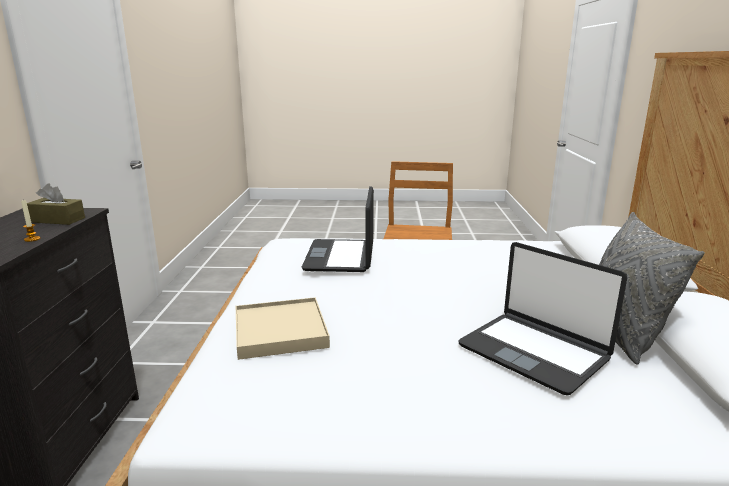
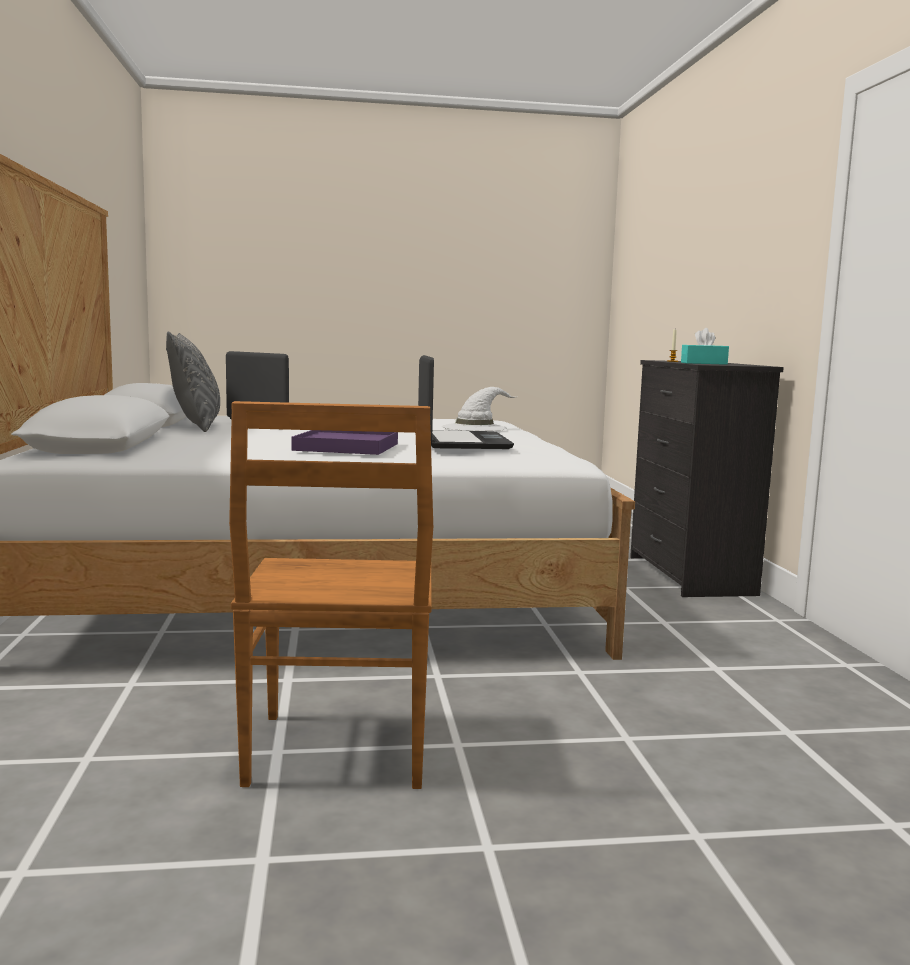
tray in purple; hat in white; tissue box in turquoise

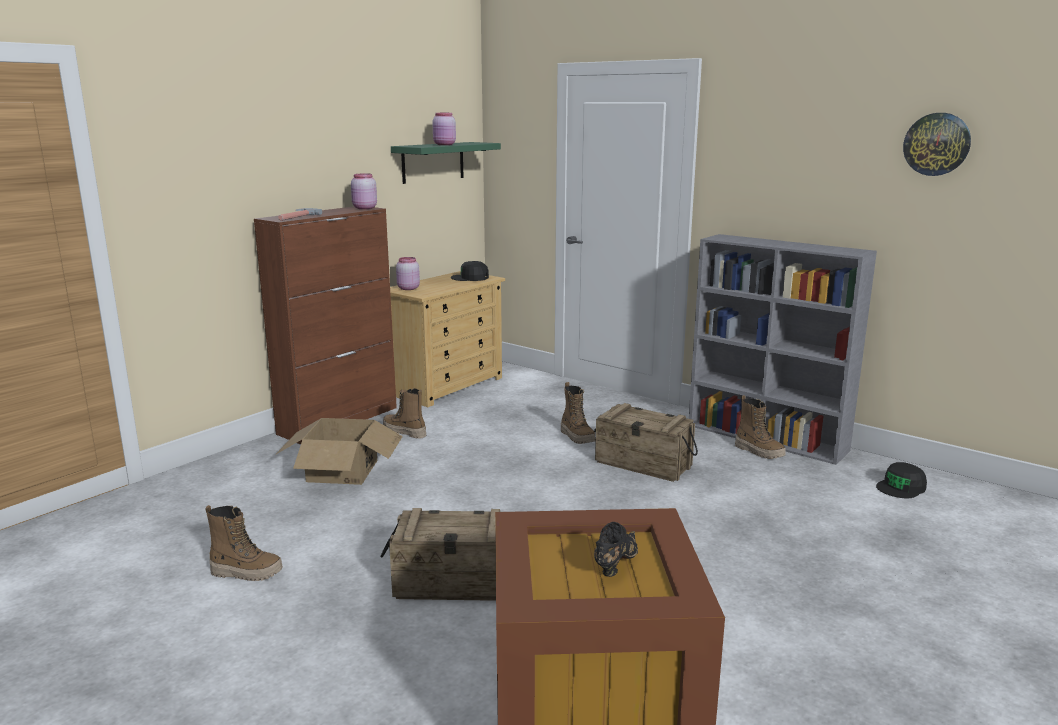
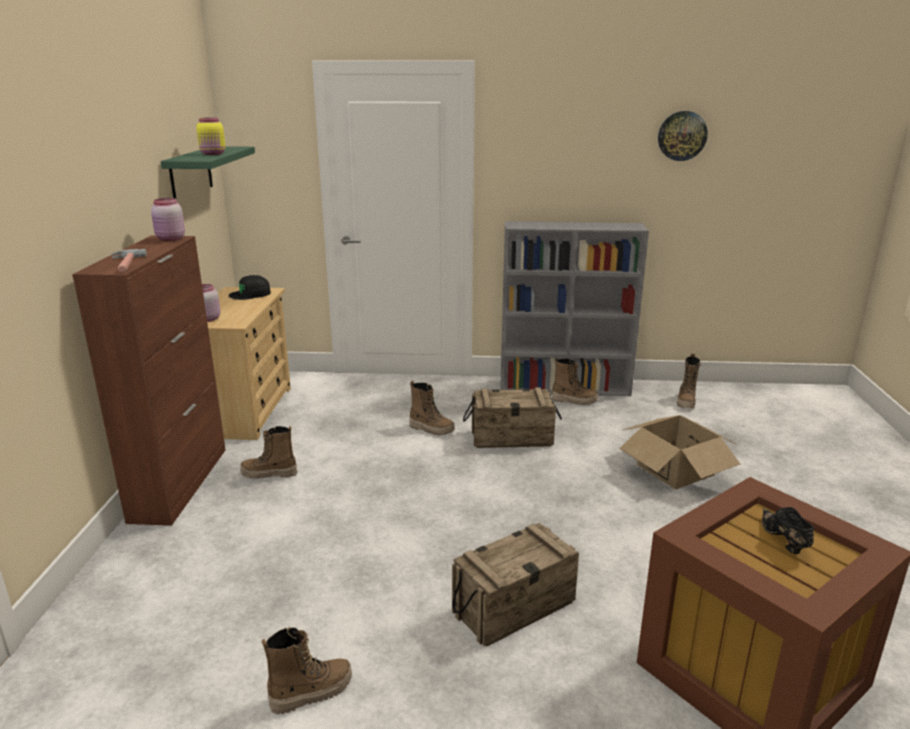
cardboard box; boot (5th from left); jar in yellow

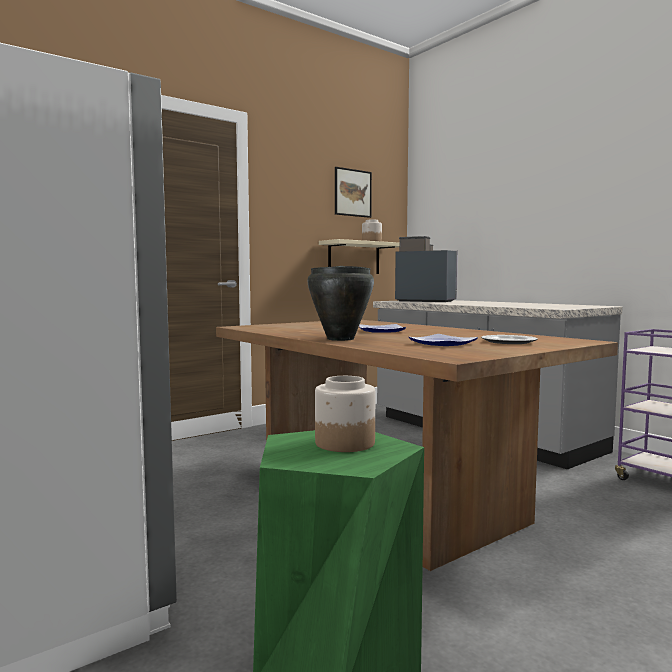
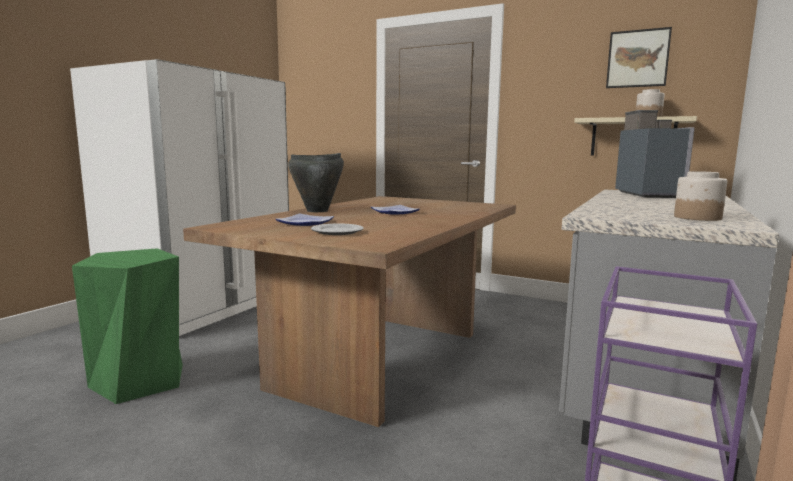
jar (2nd from left)

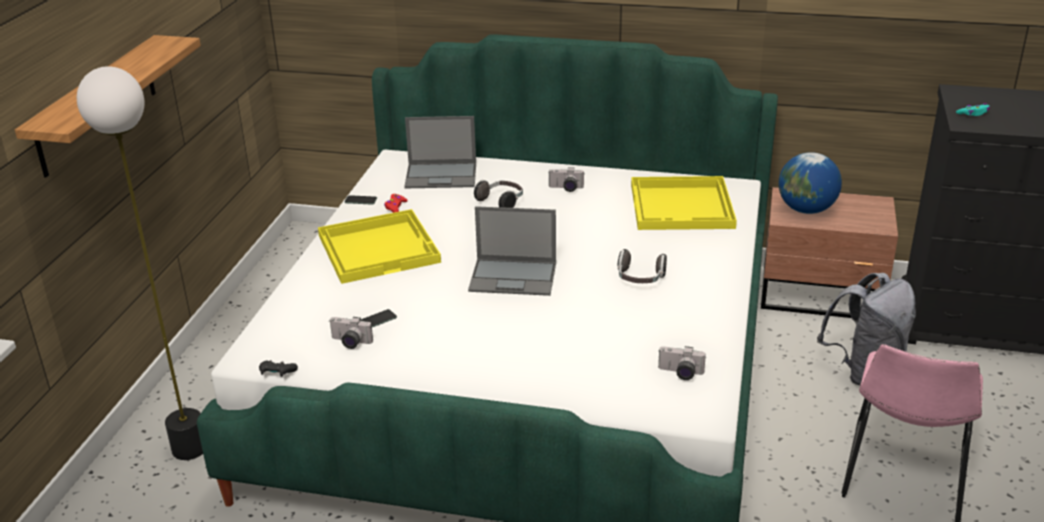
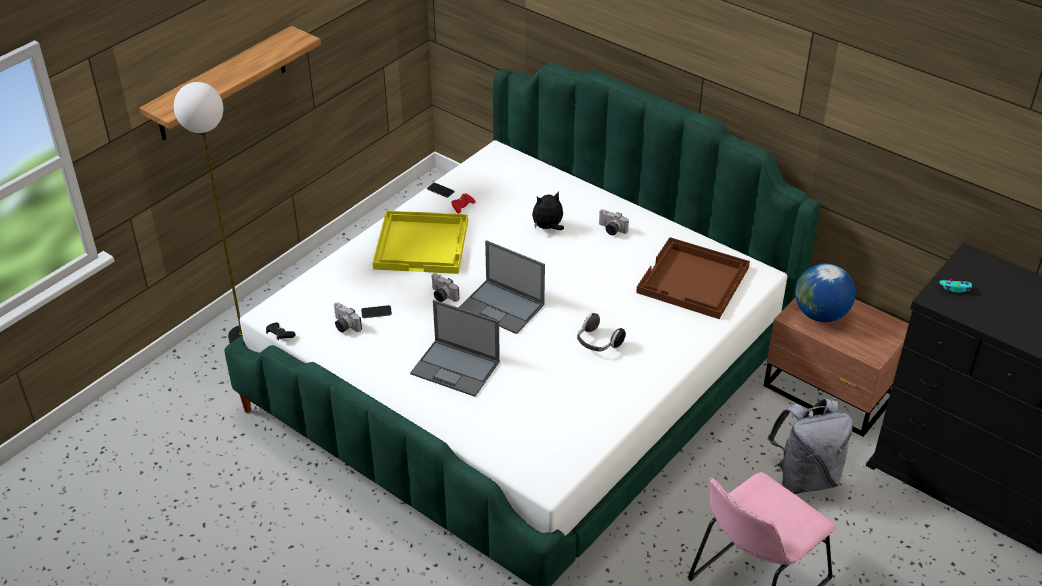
laptop (1st from left); photo camera (2nd from left); plush toy; tray in brown

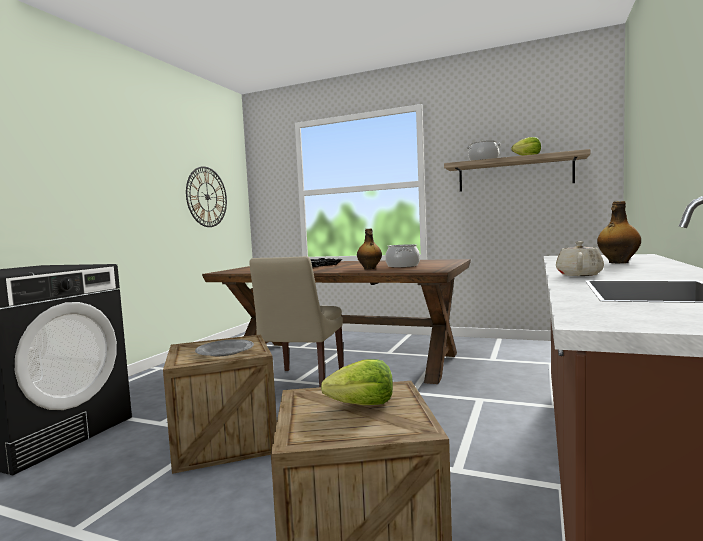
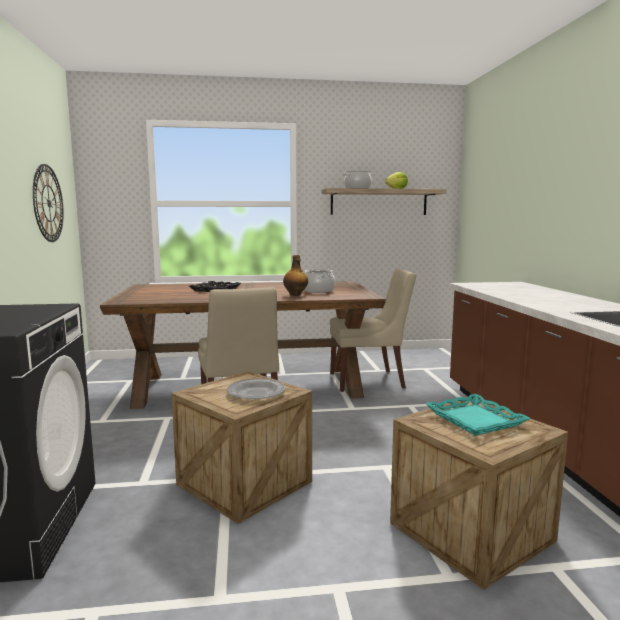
teapot in beige; bottle (2nd from left in the first image); chair in beige (2nd from left); tray in turquoise

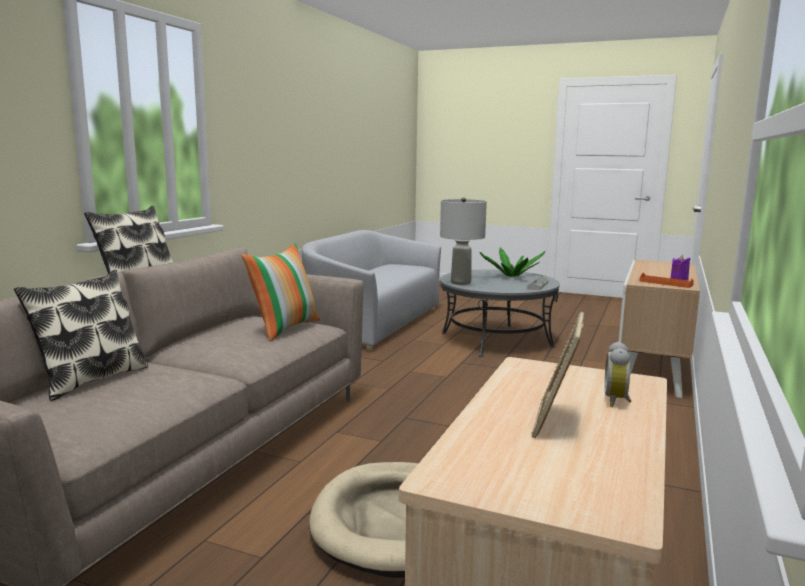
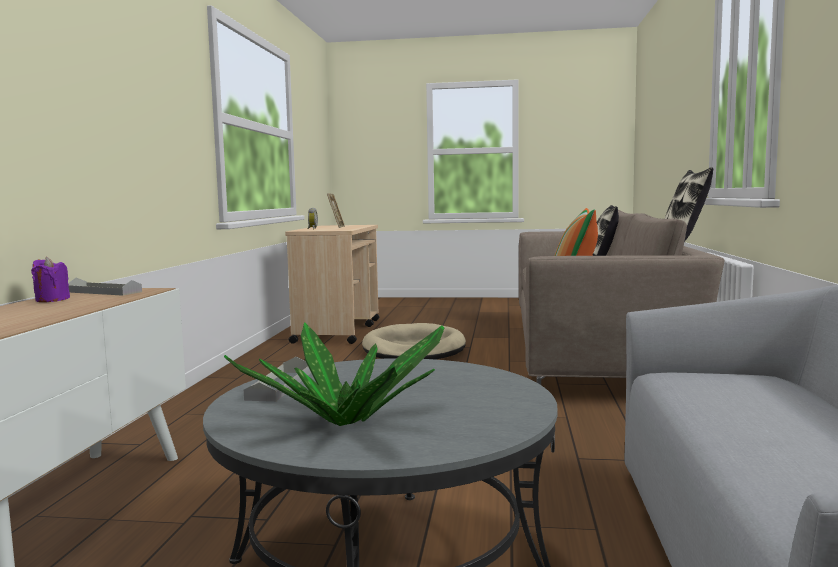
table lamp in grey; tray in grey (1st from left)

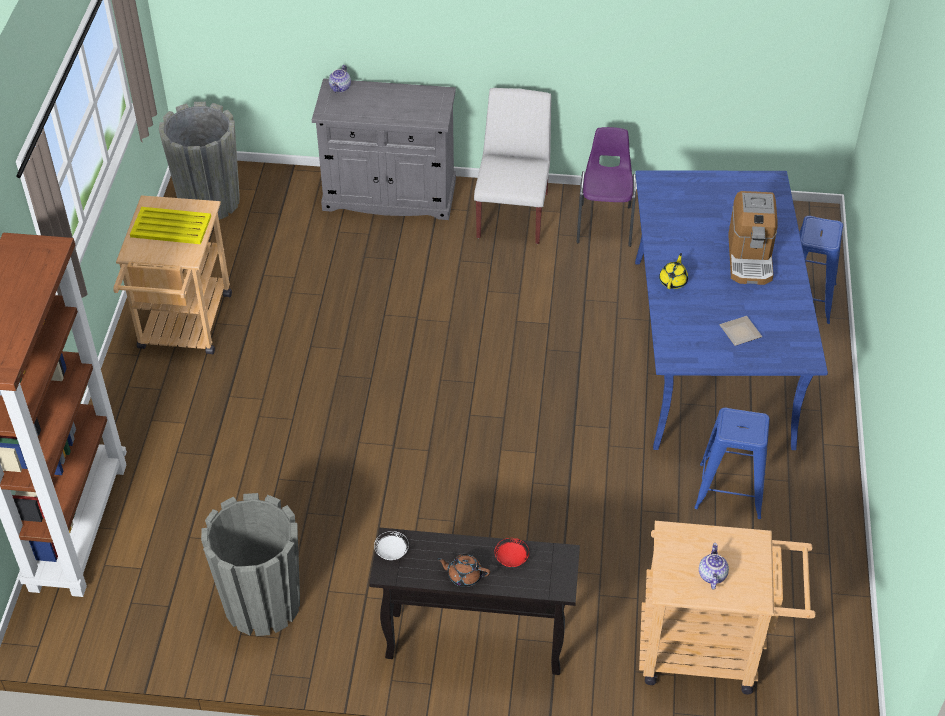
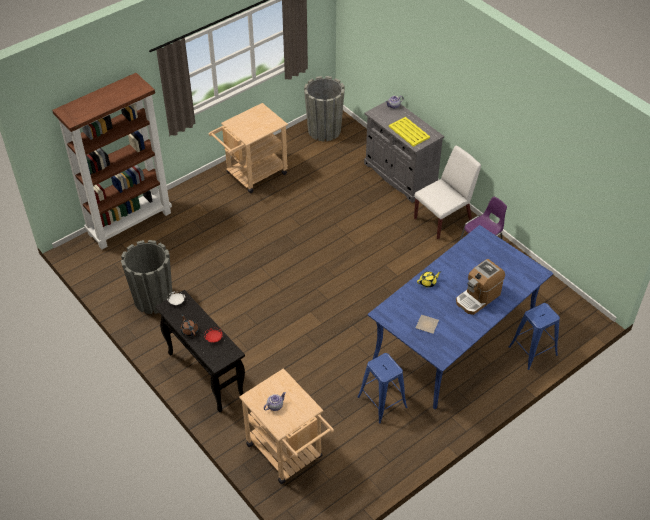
tray in yellow

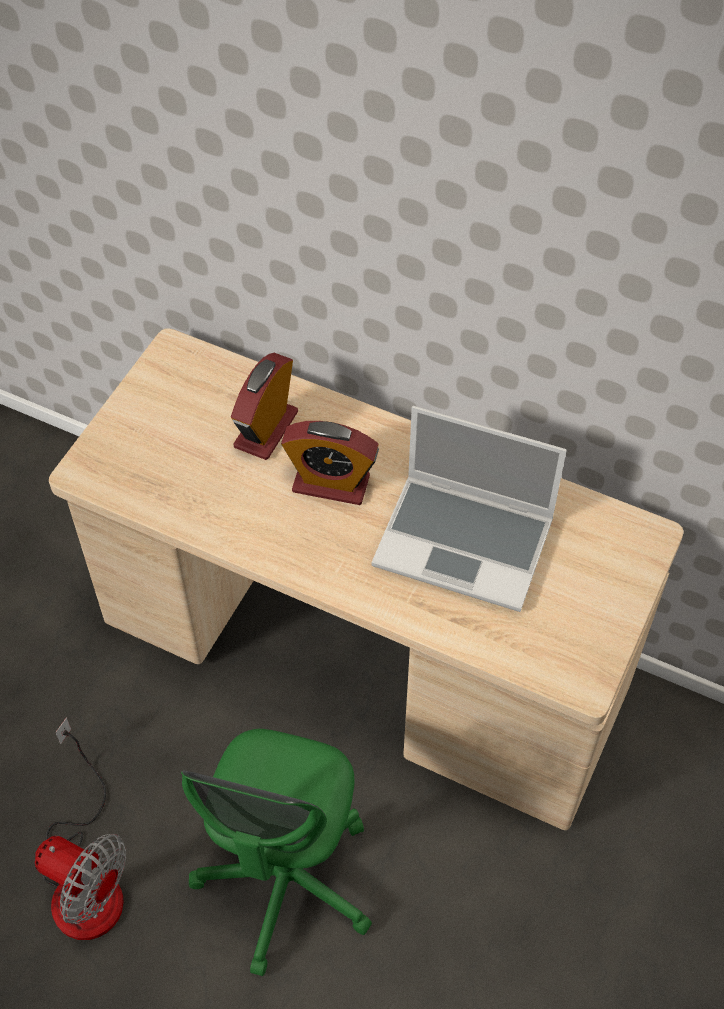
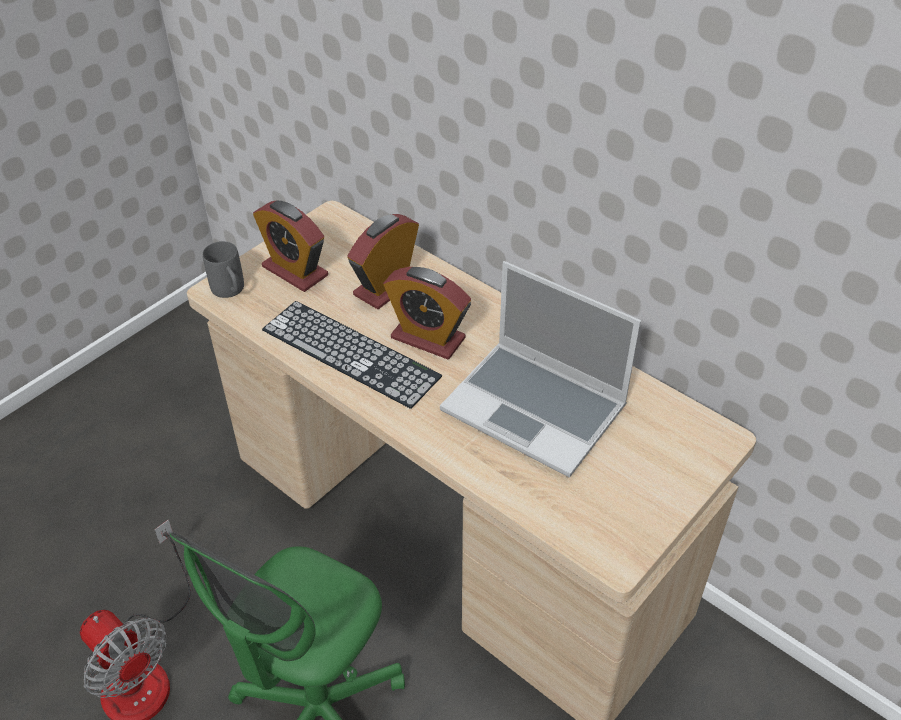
mug in grey; alarm clock (1st from left); keyboard

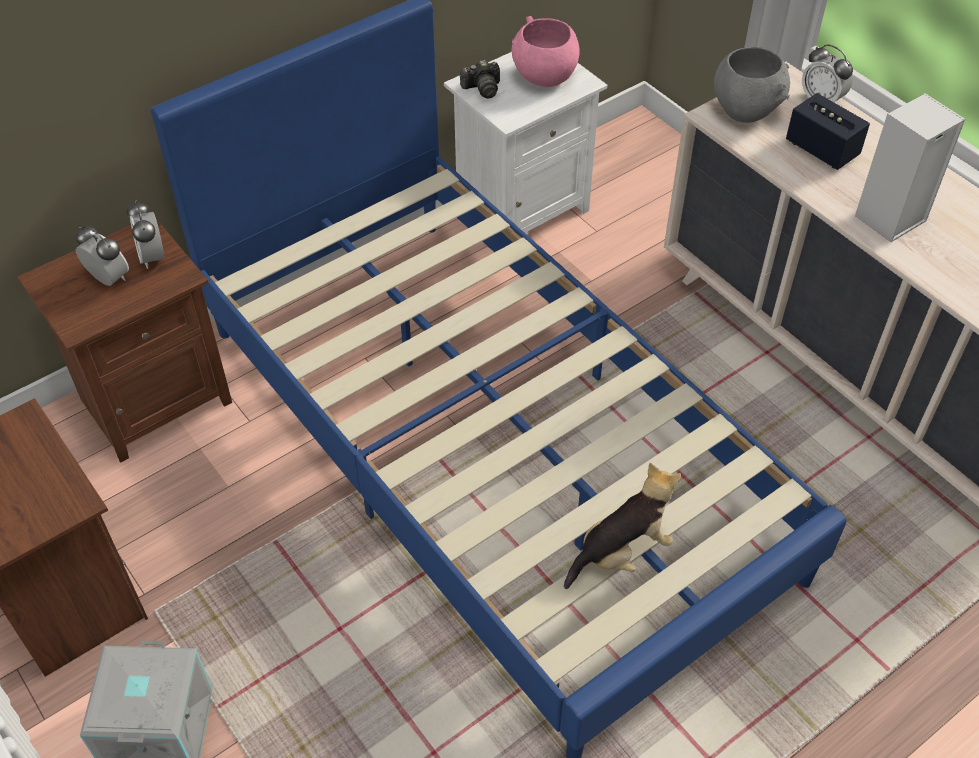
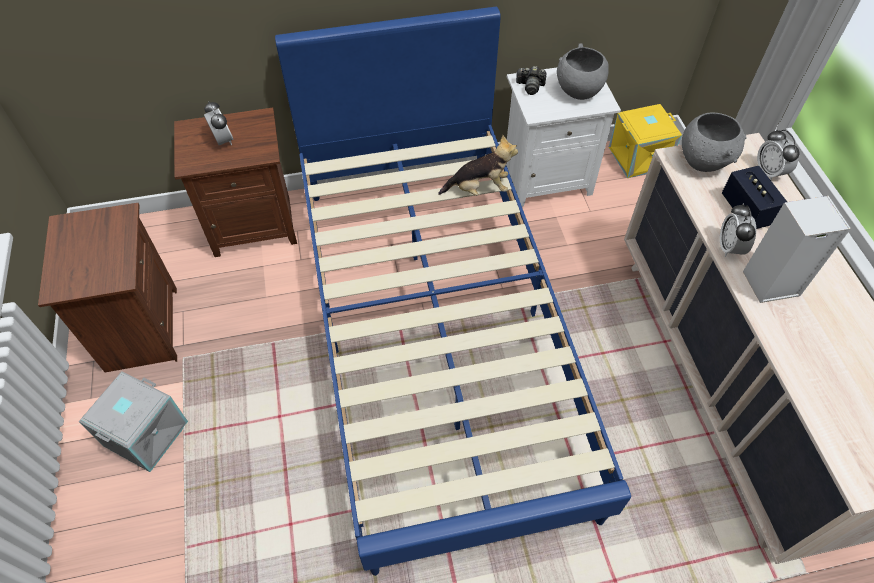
storage box in yellow; alarm clock (2nd from left); plush toy; bowl in grey (1st from left)

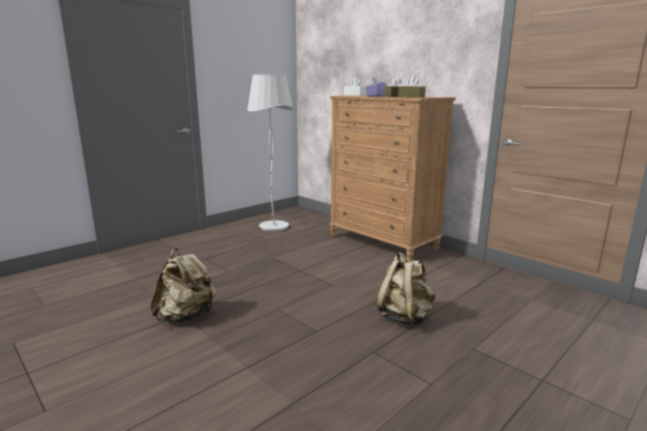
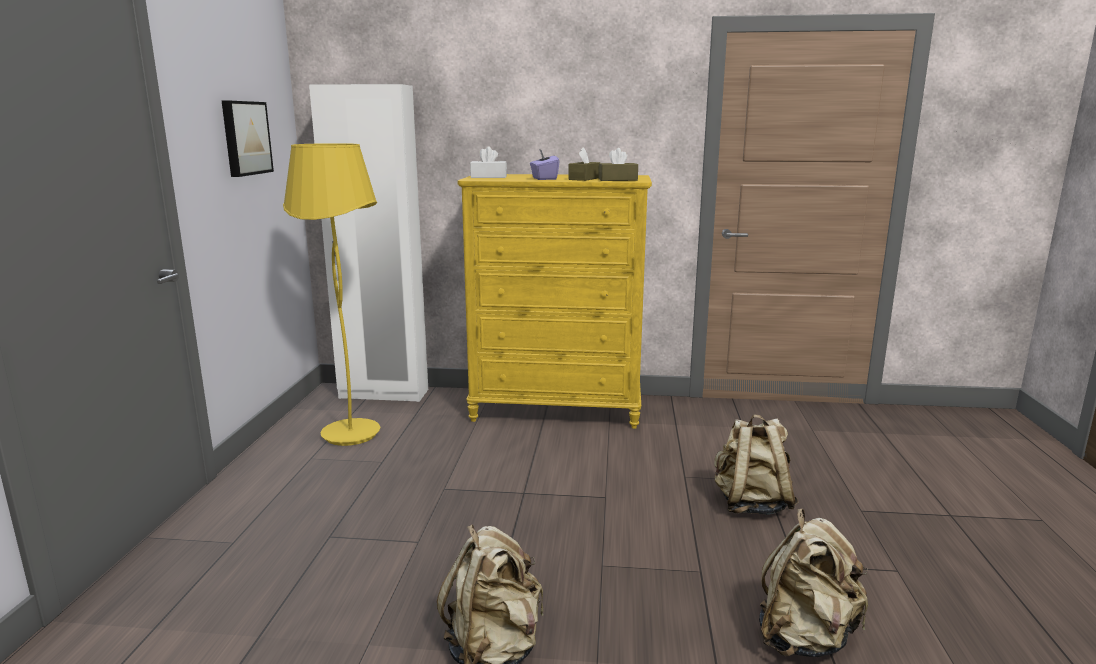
picture; wardrobe in white; backpack in beige (3rd from left); floor lamp in yellow; dresser in yellow

